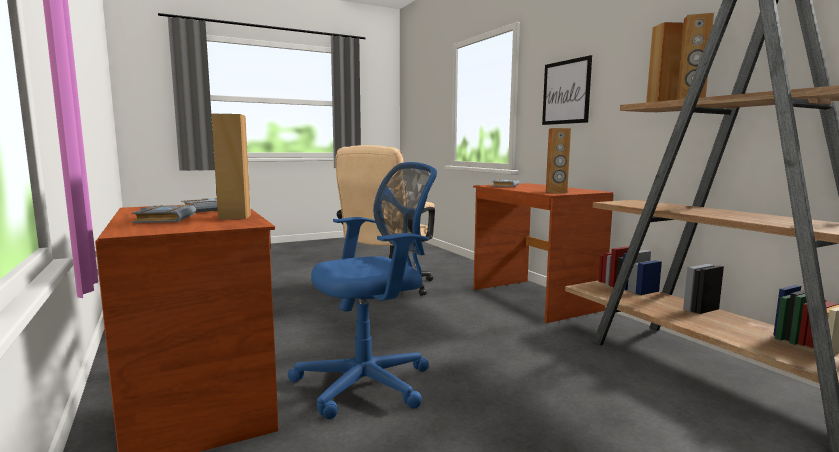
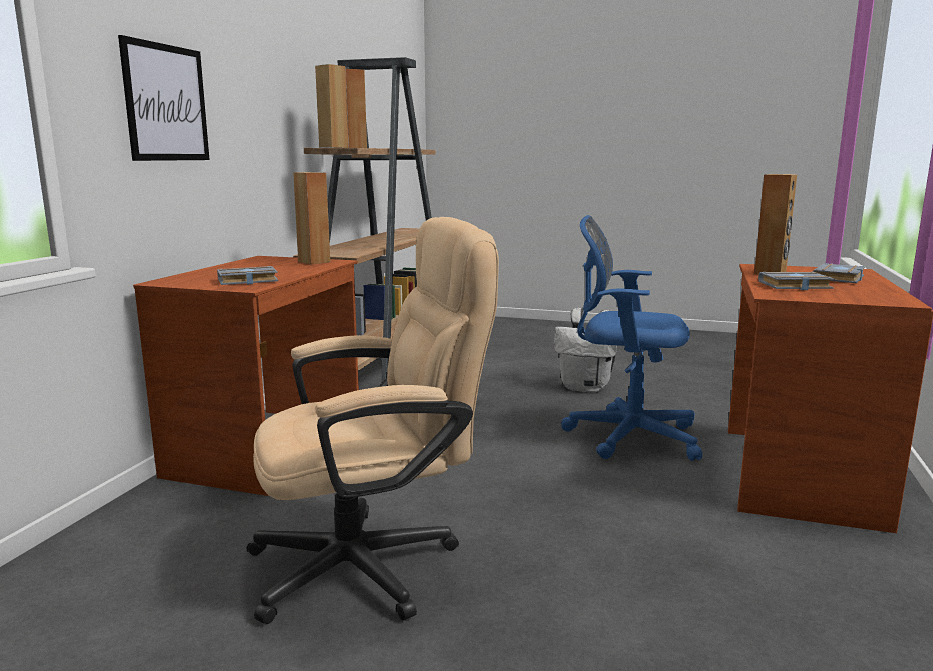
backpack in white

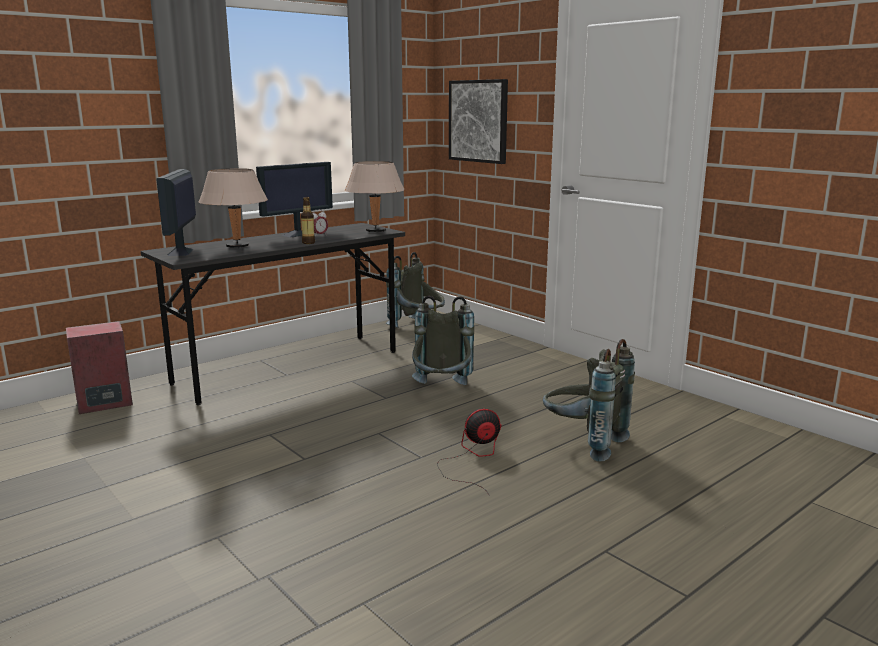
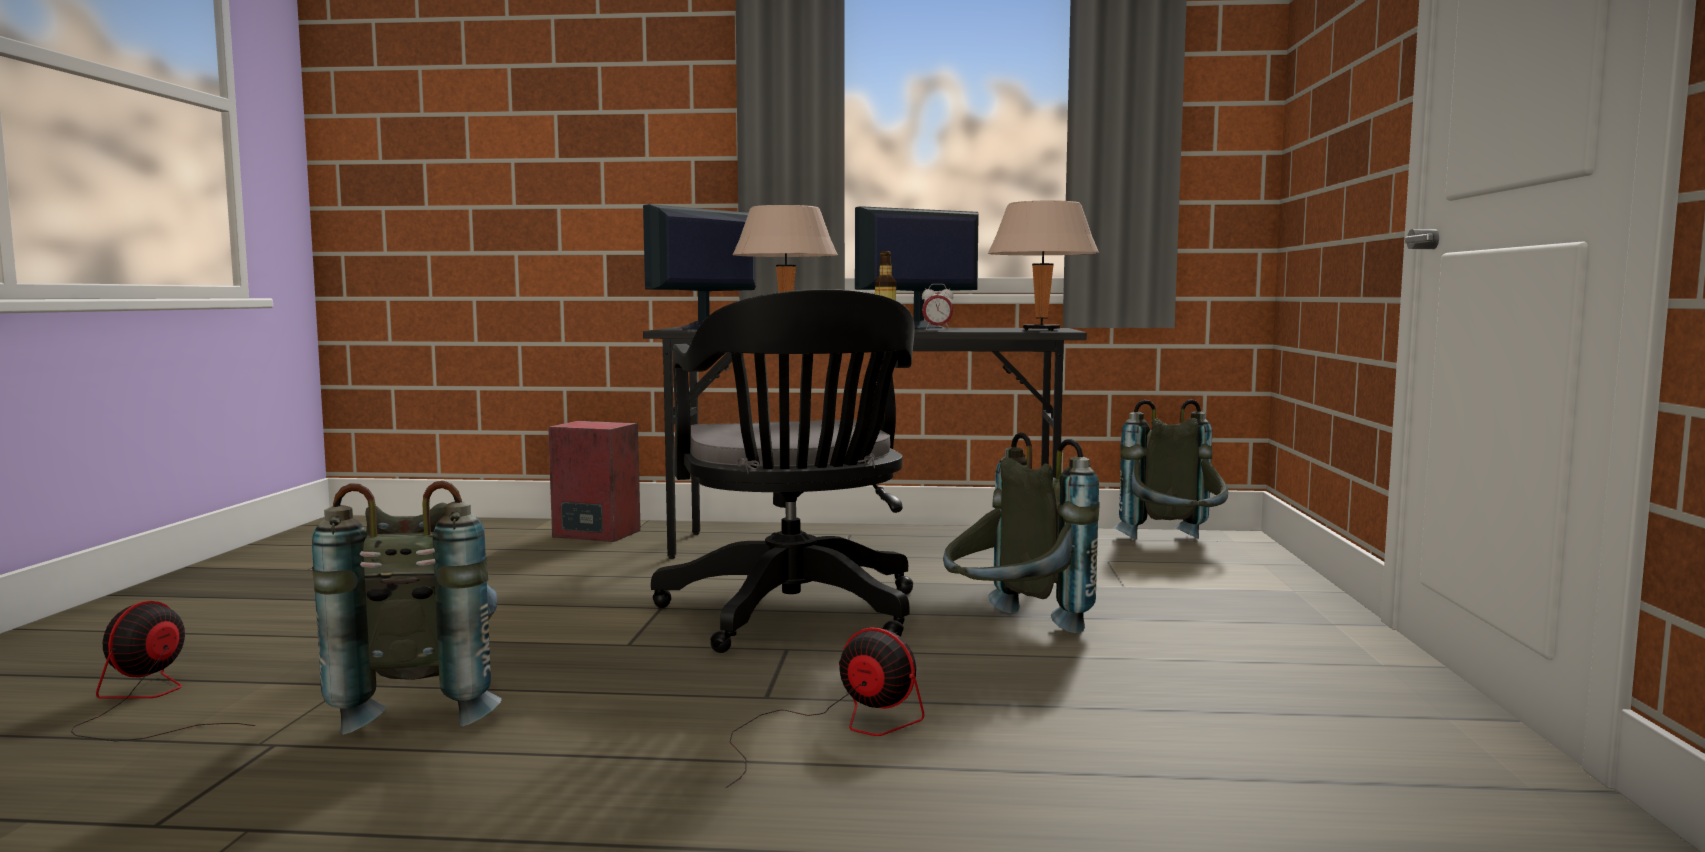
picture; fan (1st from left); office chair in black; backpack in grey (1st from left); monitor (2nd from left)

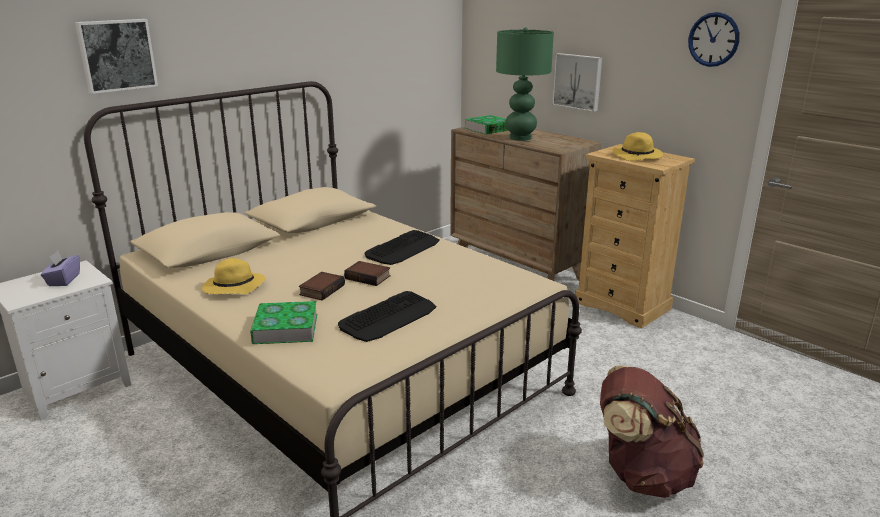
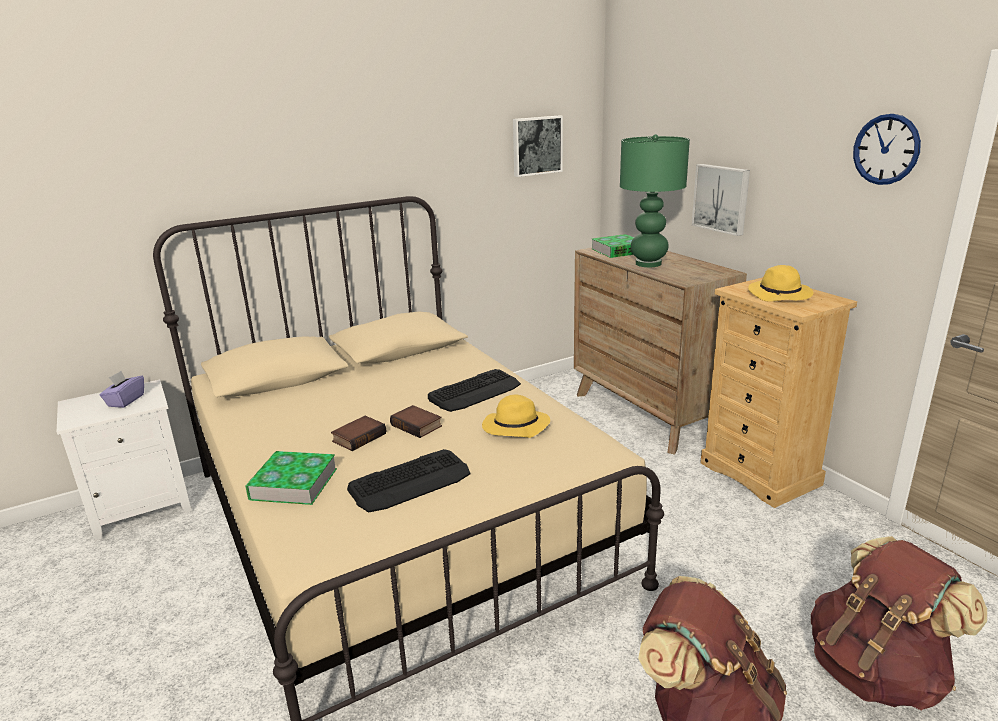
backpack in brown (2nd from left); picture (1st from left); hat in yellow (1st from left)

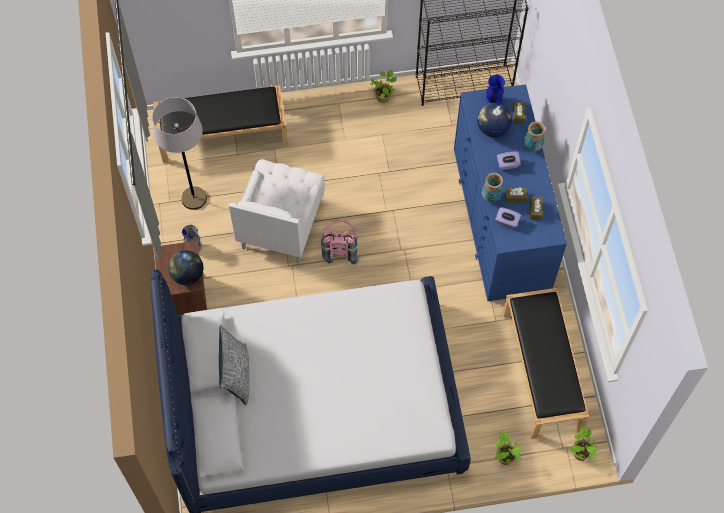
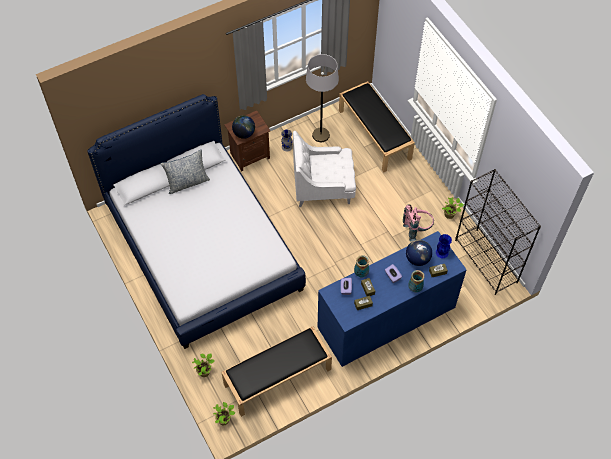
backpack in pink

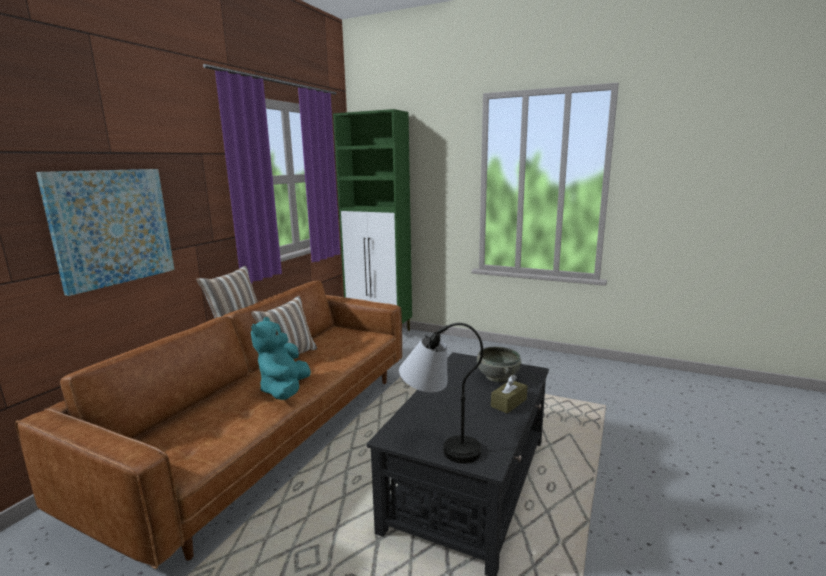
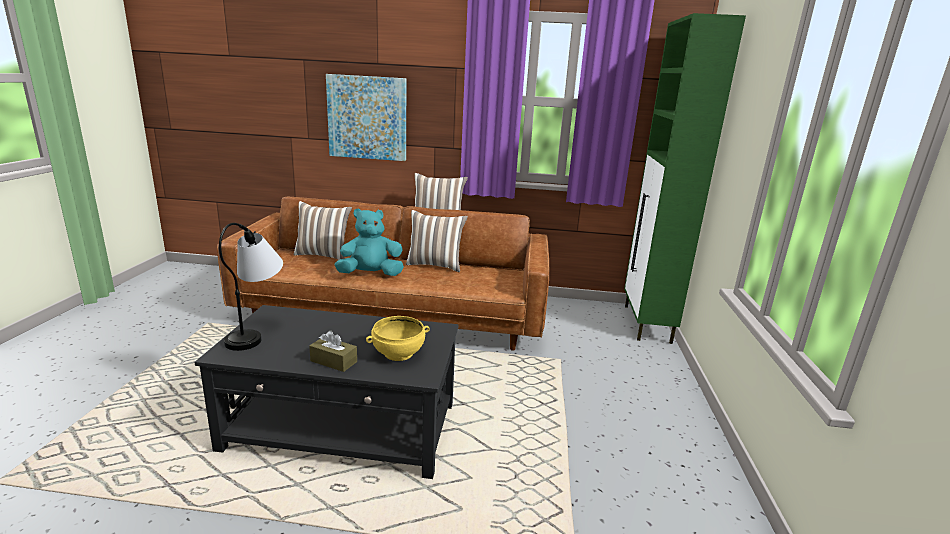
pillow (1st from left); bowl in yellow

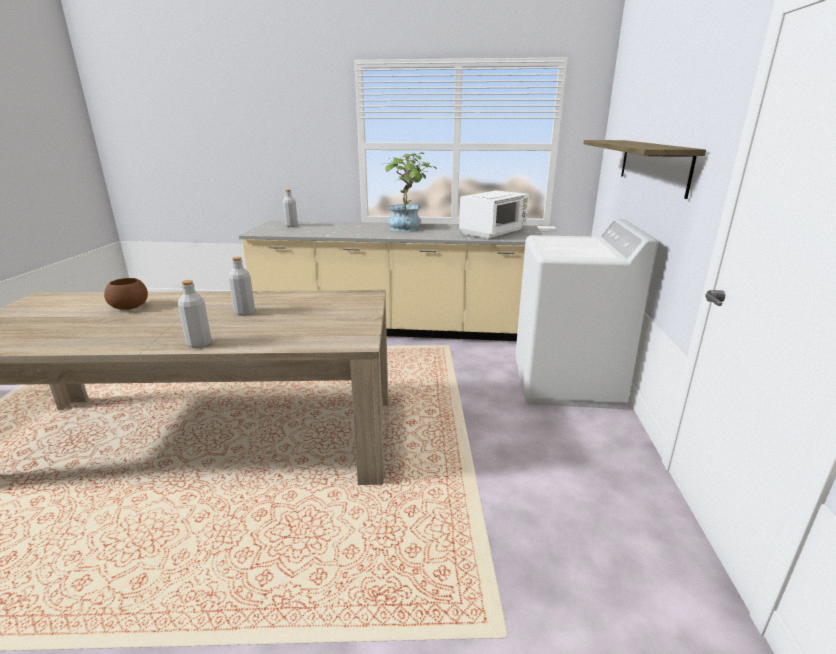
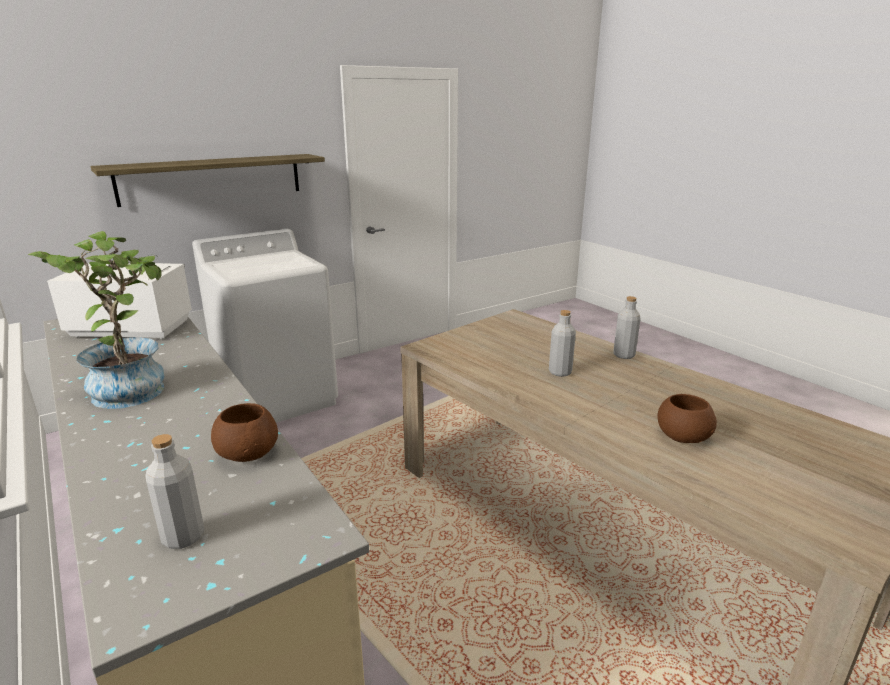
bowl in brown (1st from left)

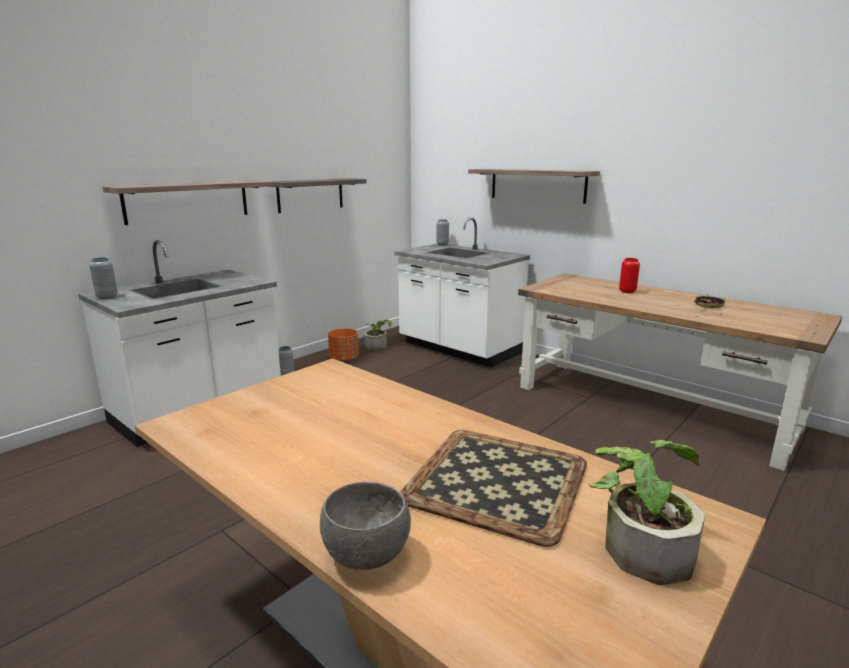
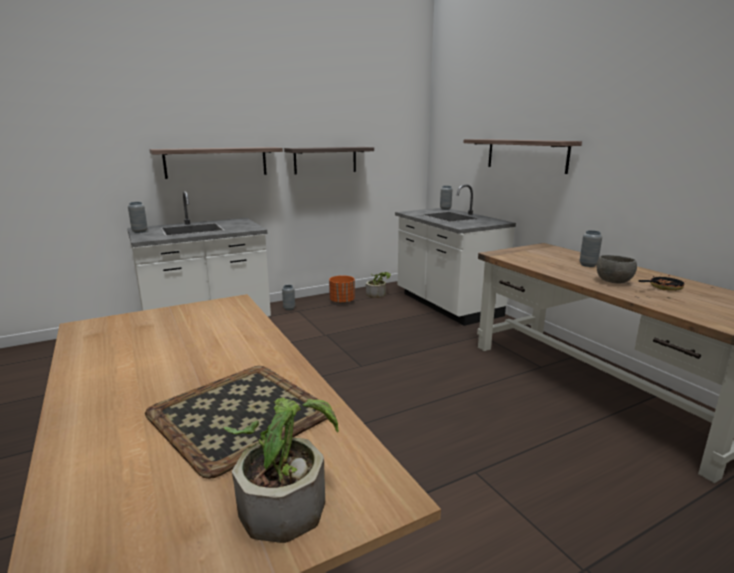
bowl in grey; vase in grey (4th from left)

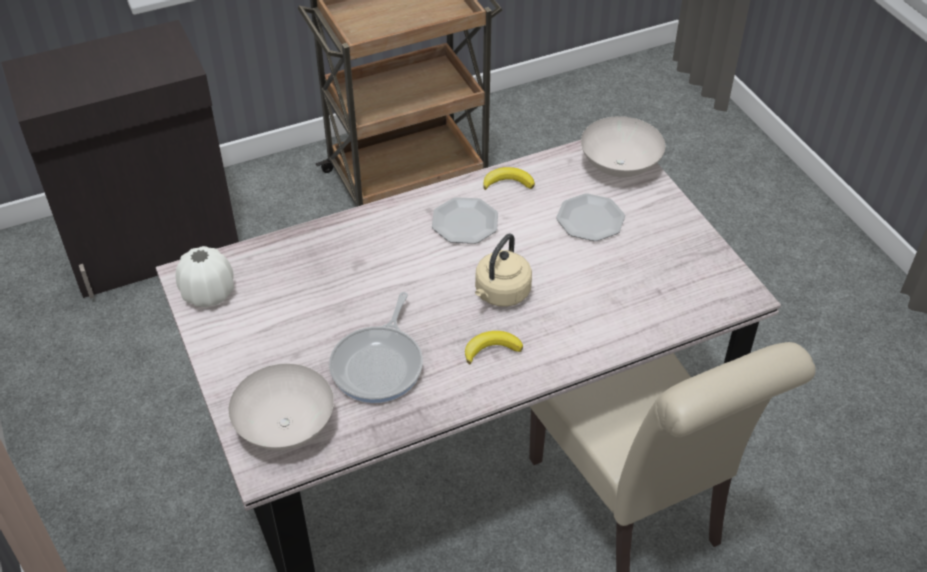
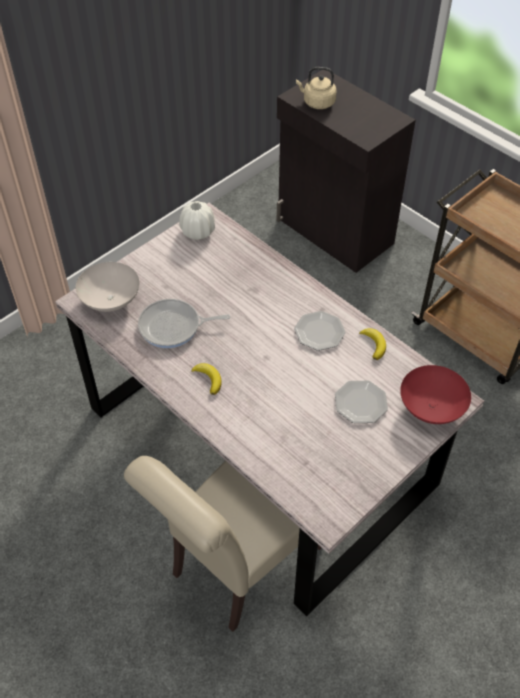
kettle in beige; bowl in red

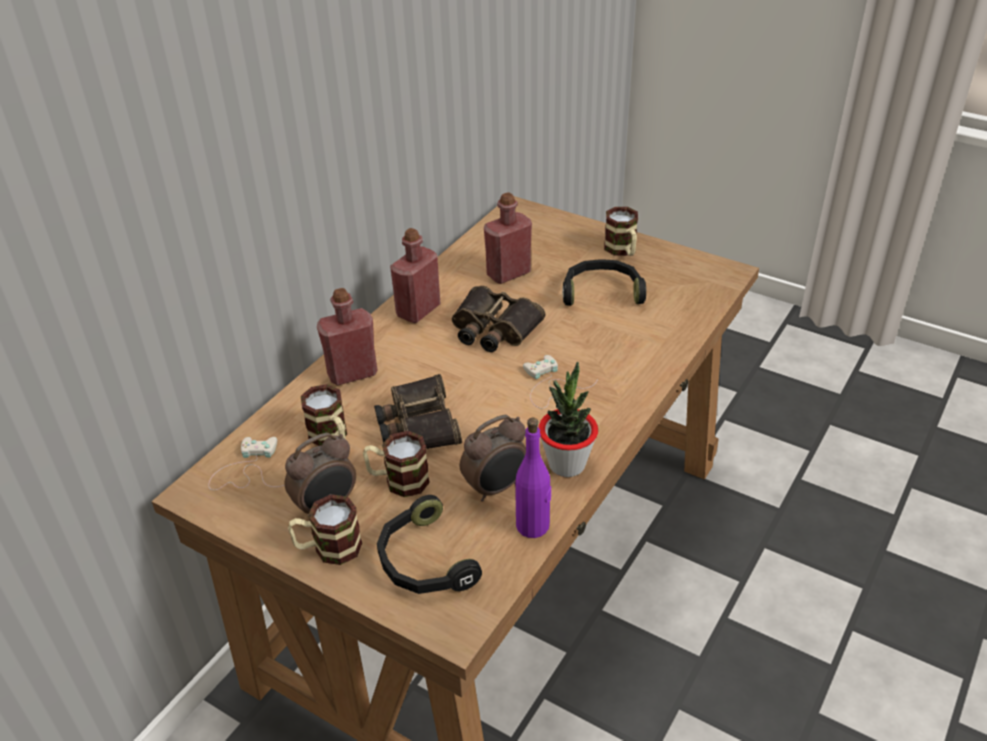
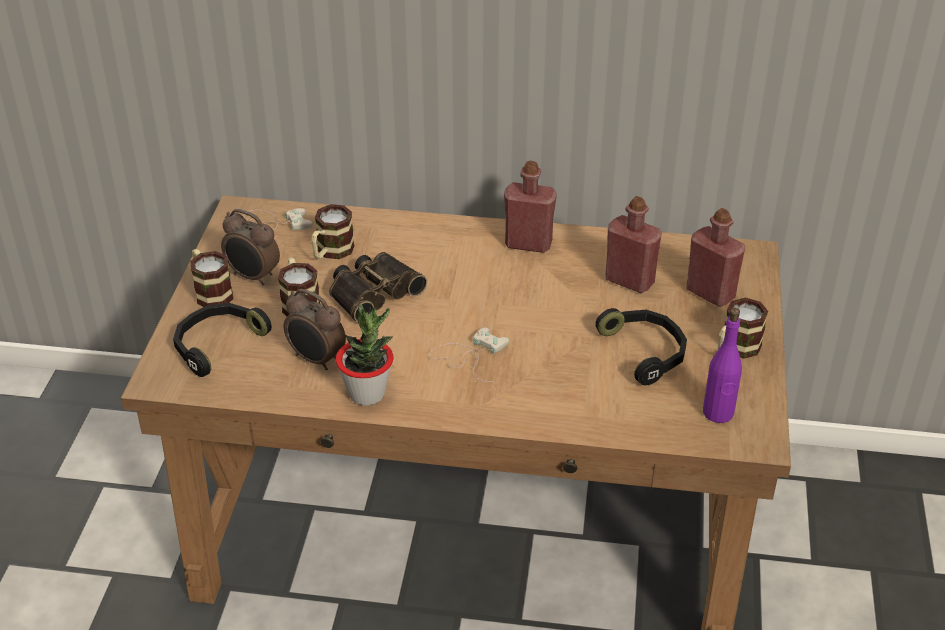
binoculars (2nd from left in the first image); bottle in red (3rd from left); bottle in purple

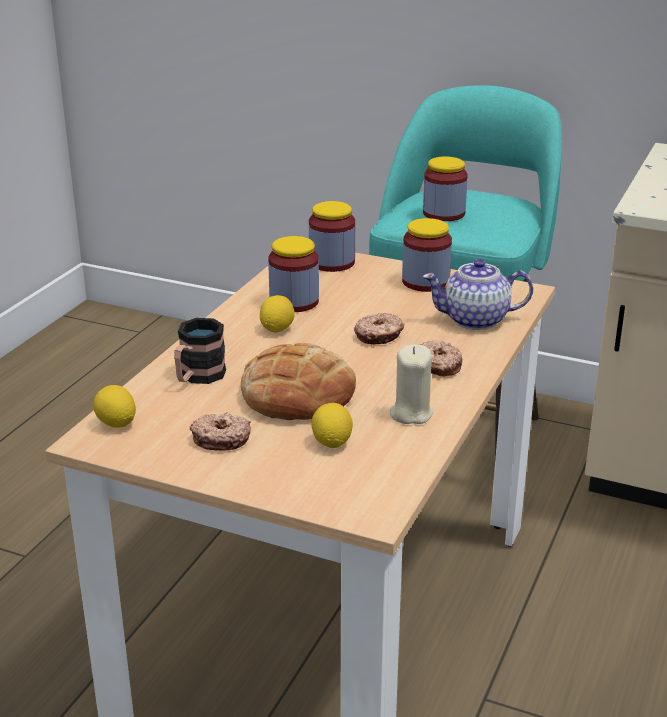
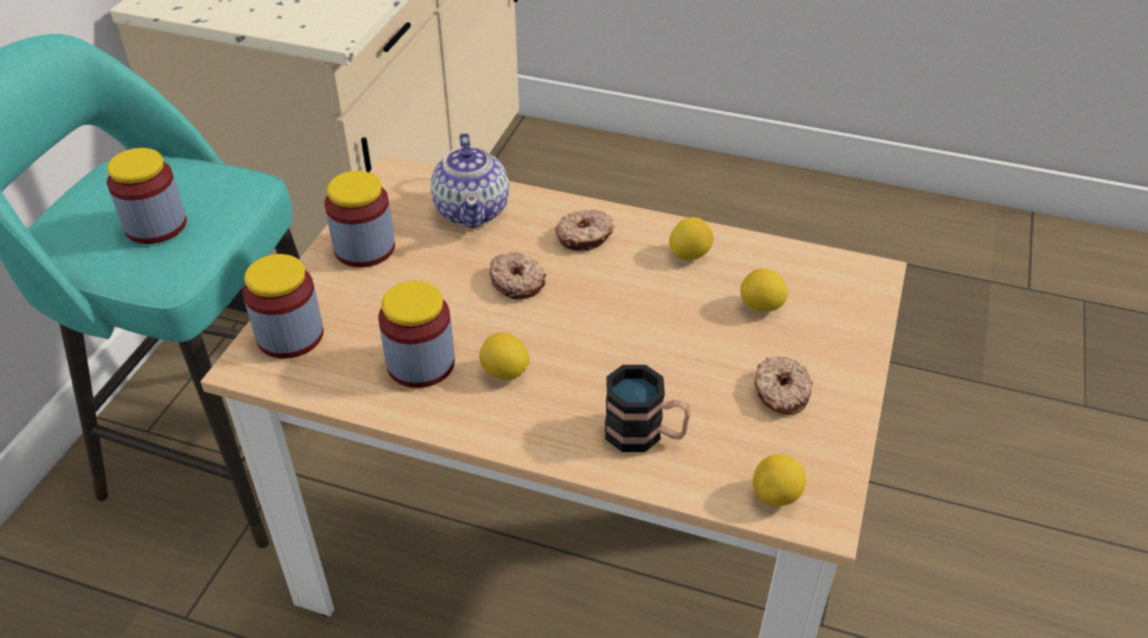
bread; lemon (2nd from left)

